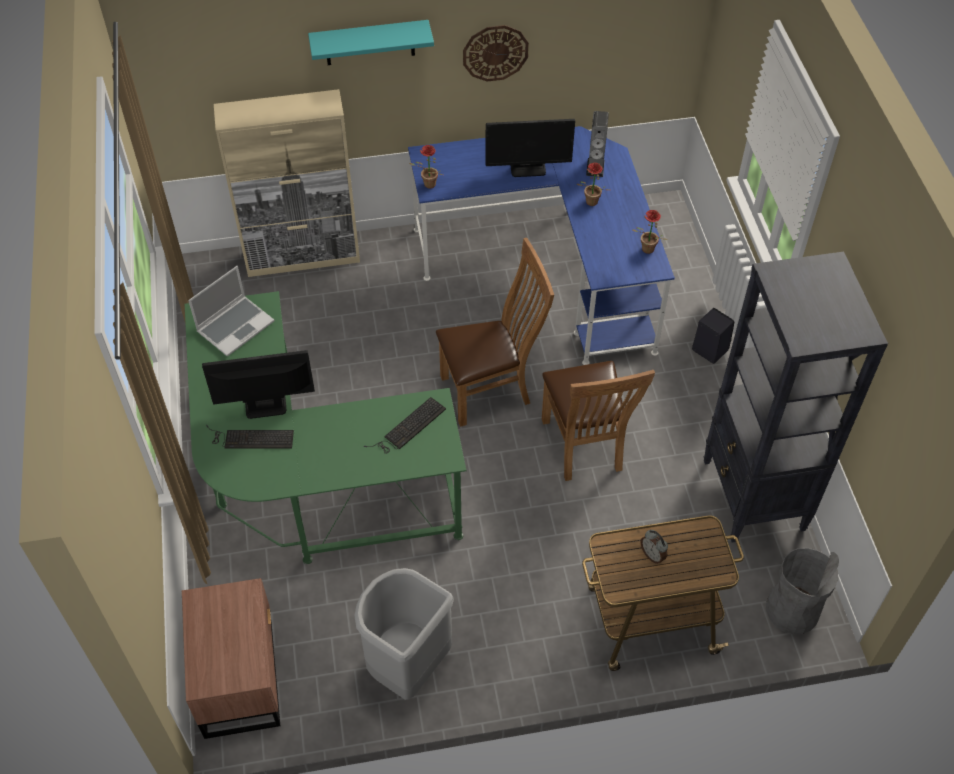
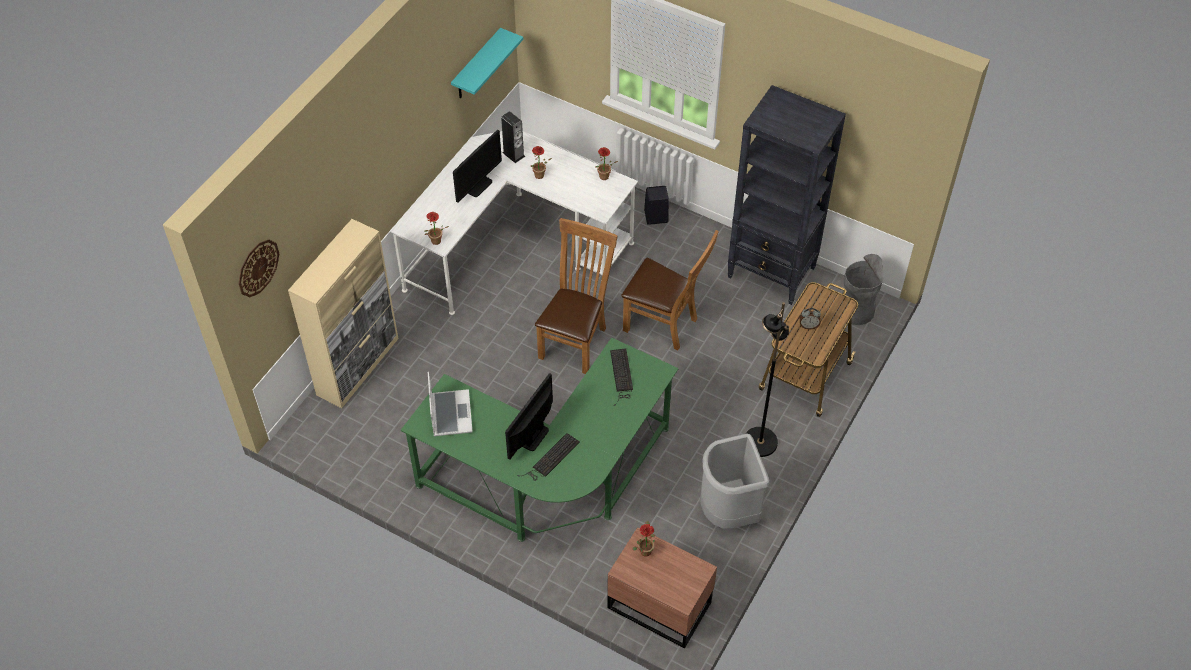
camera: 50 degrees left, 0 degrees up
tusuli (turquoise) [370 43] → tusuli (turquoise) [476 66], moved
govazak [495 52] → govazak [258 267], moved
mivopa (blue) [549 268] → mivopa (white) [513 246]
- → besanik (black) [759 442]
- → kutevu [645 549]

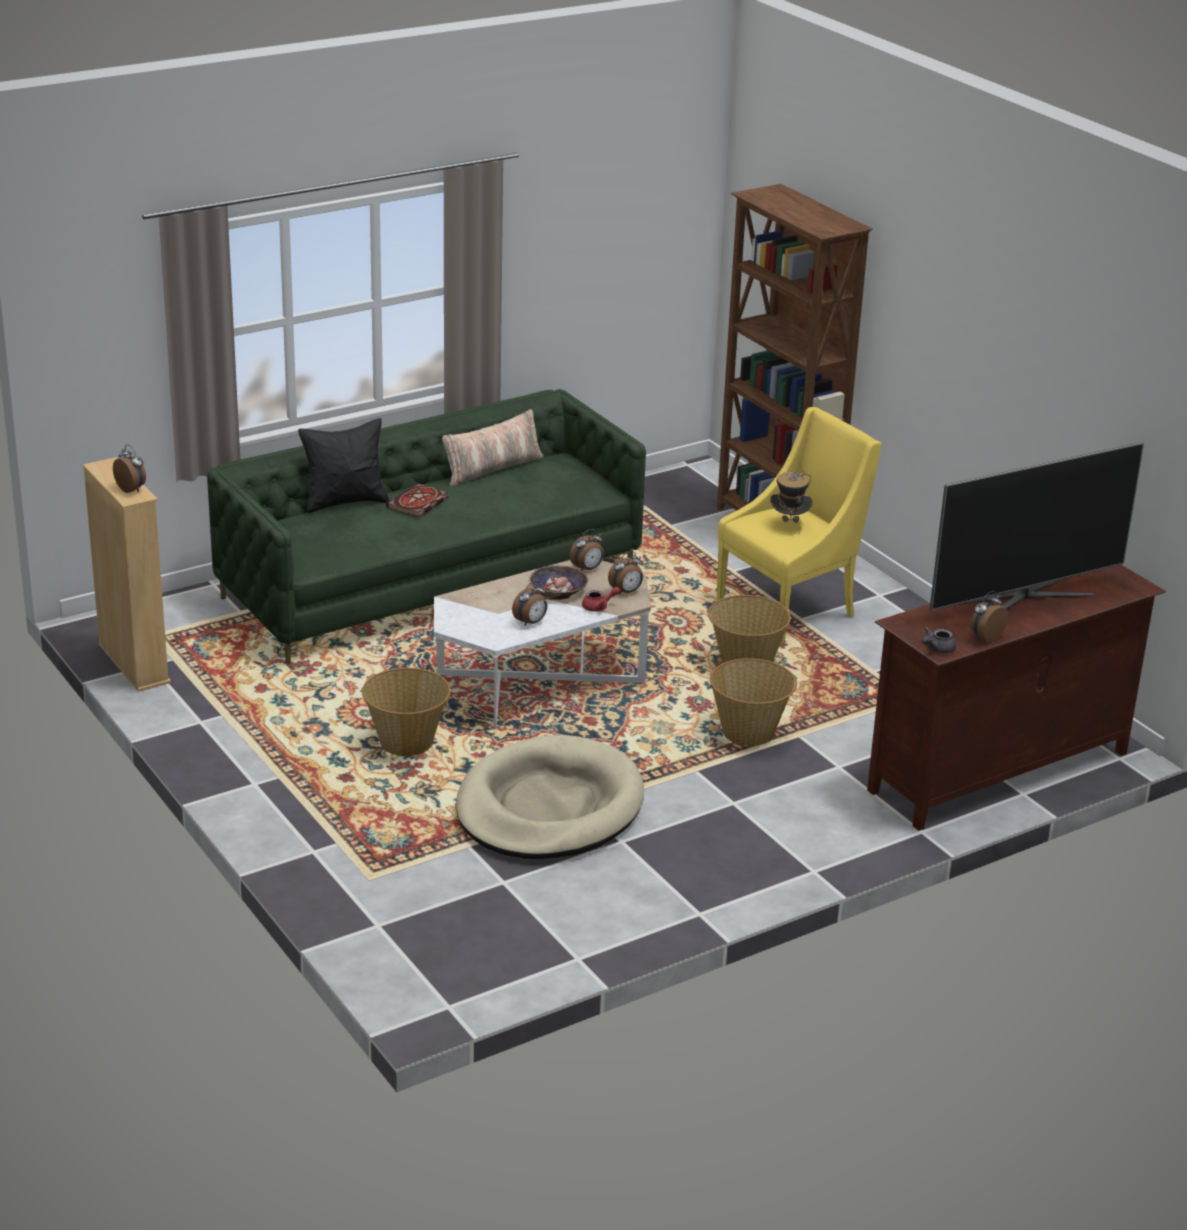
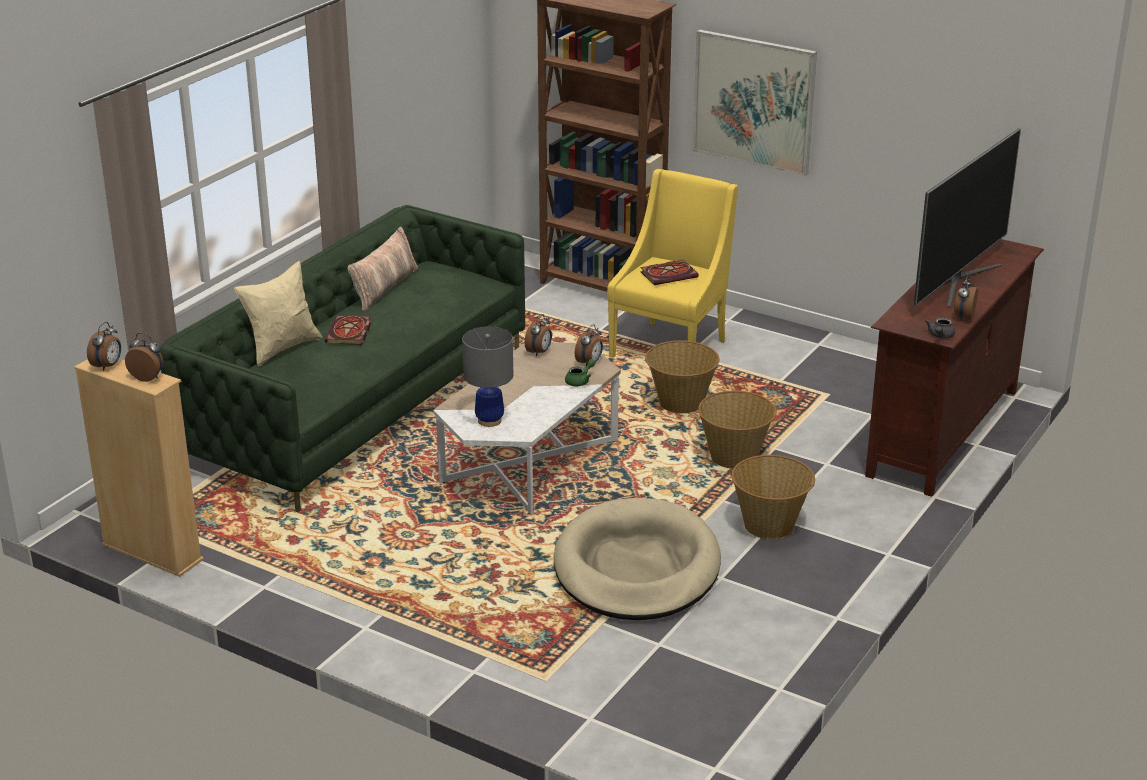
camera: 25 degrees left, 0 degrees up
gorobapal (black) [345 502] → gorobapal (beige) [282 348]
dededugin [789 525] → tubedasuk [669 274]
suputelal [558 590] → -
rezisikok [531 622] → rezisikok [108 366], moved
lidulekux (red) [599 607] → lidulekux (green) [580 381]
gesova [406 743] → gesova [770 525], moved
- → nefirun [754 101]
- → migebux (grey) [489 420]

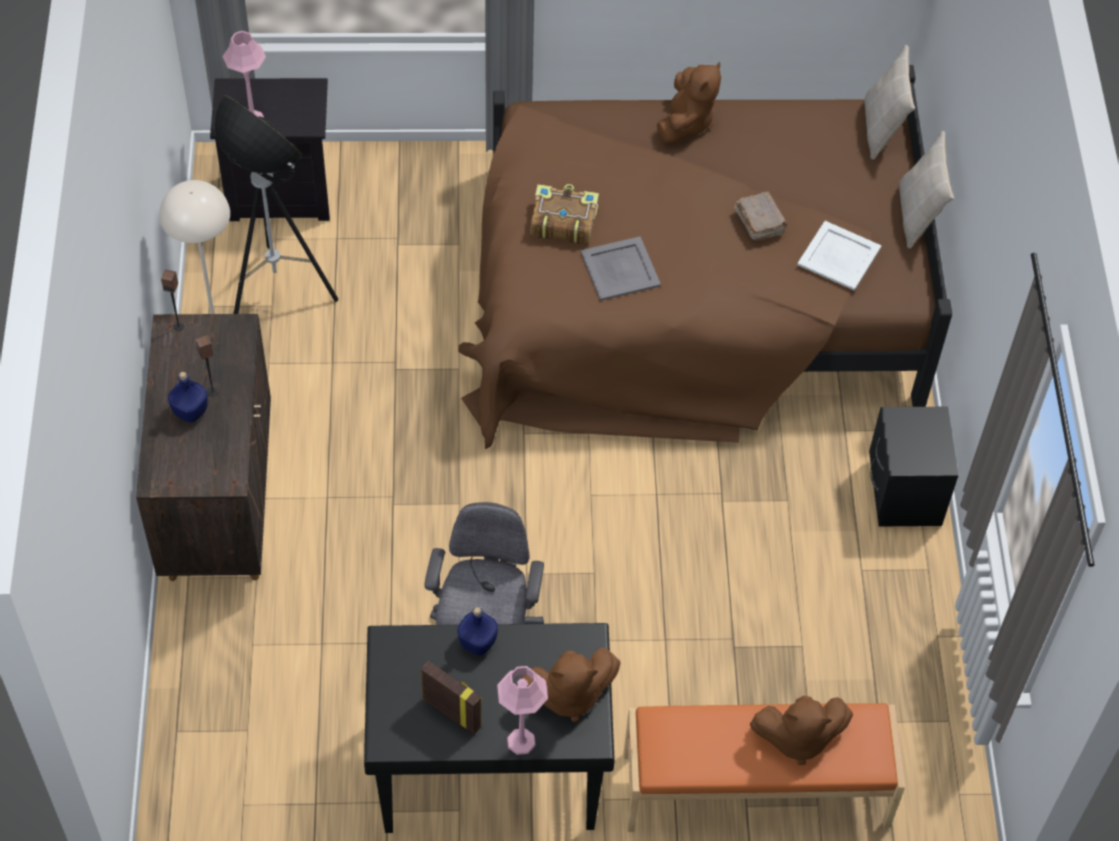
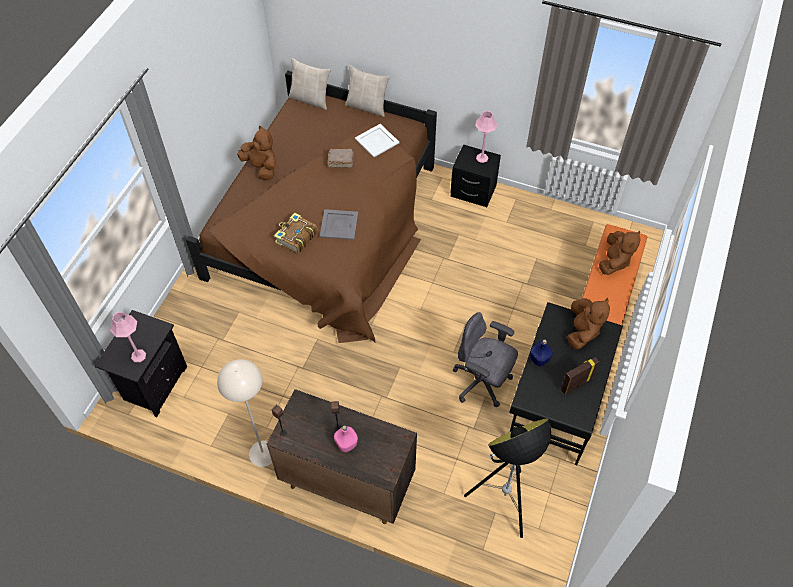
camera: 65 degrees left, 0 degrees up
besanik [276 293] → besanik [502 503], moved
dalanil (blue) [191 411] → dalanil (pink) [346 444]
migebux (pink) [521 741] → migebux (pink) [482 158], moved

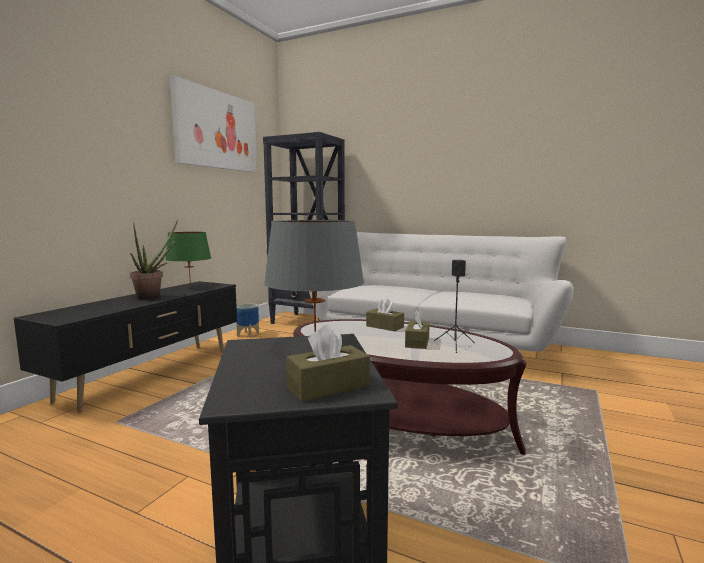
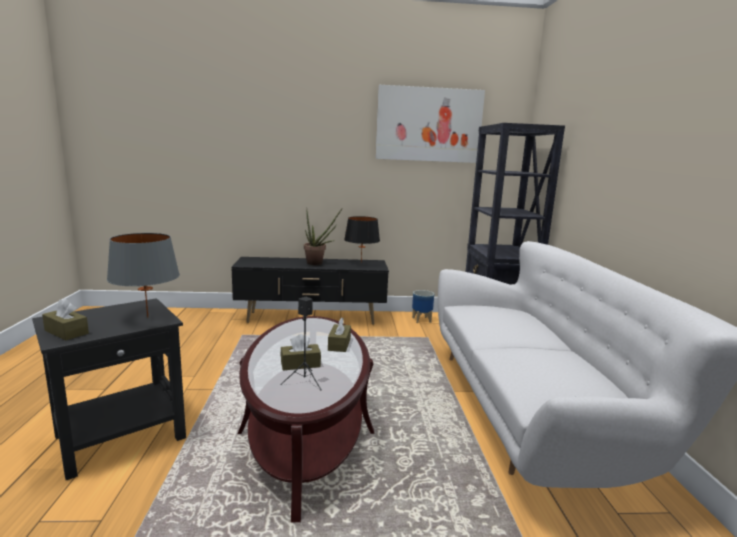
camera: 60 degrees right, 5 degrees up
migebux (green) [190 286] → migebux (black) [361 263]

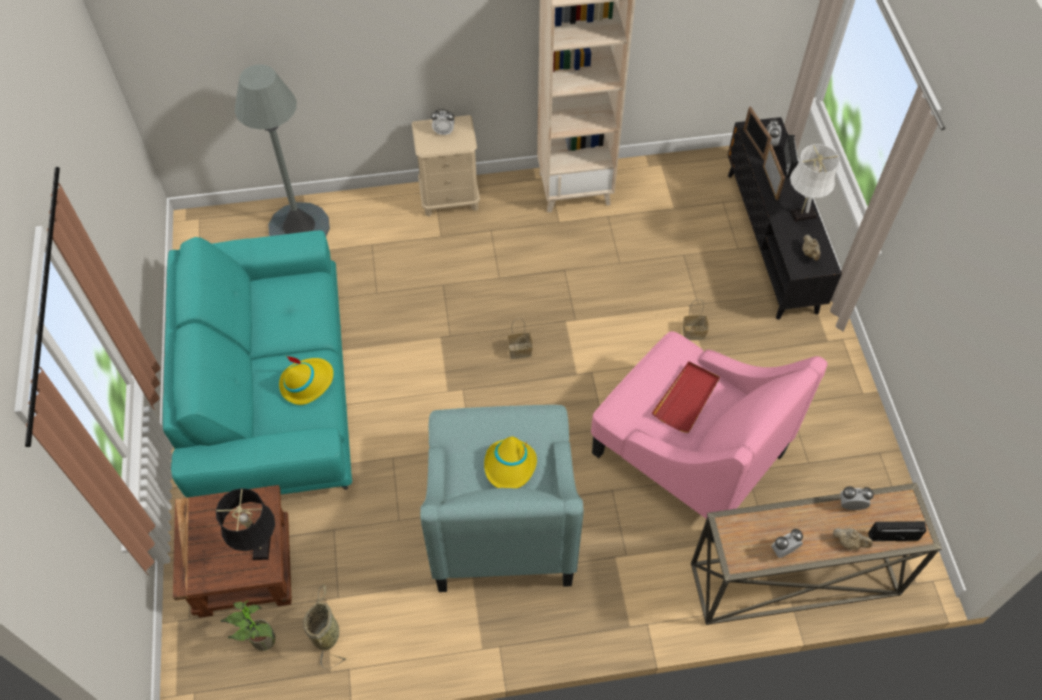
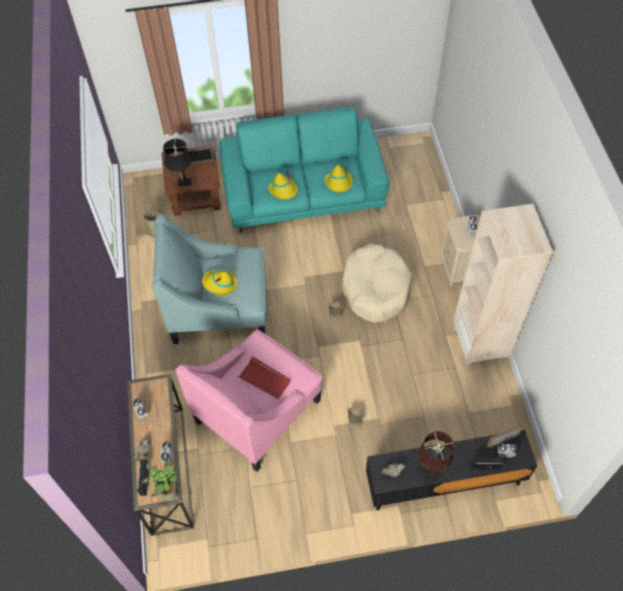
camera: 90 degrees right, 0 degrees up
besanik (grey) [299 227] → -
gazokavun [770 183] → gazokavun [200 162], moved
migebux (white) [801 215] → migebux (brown) [431 470]
kutevu [261 642] → kutevu [169 491], moved
- → dededugin (yellow) [339 183]
- → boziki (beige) [375 288]

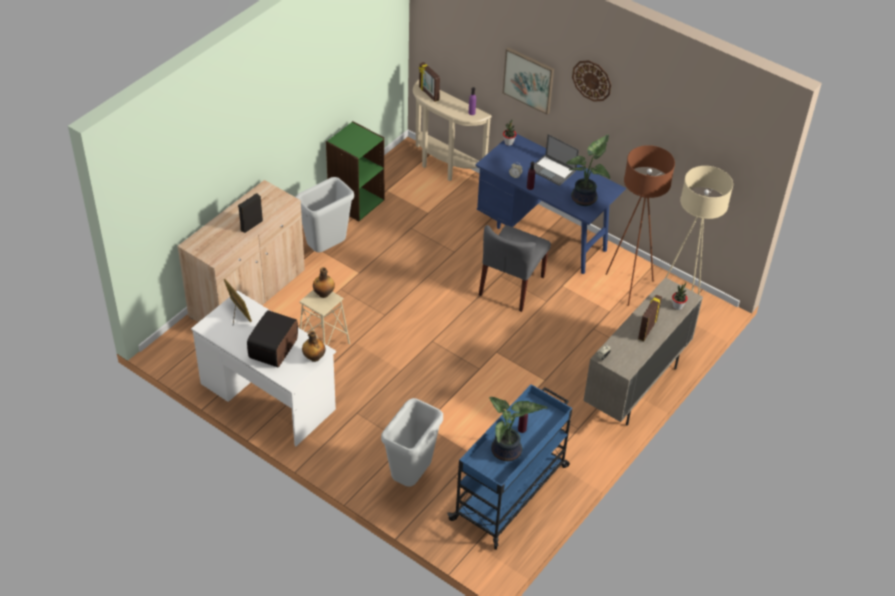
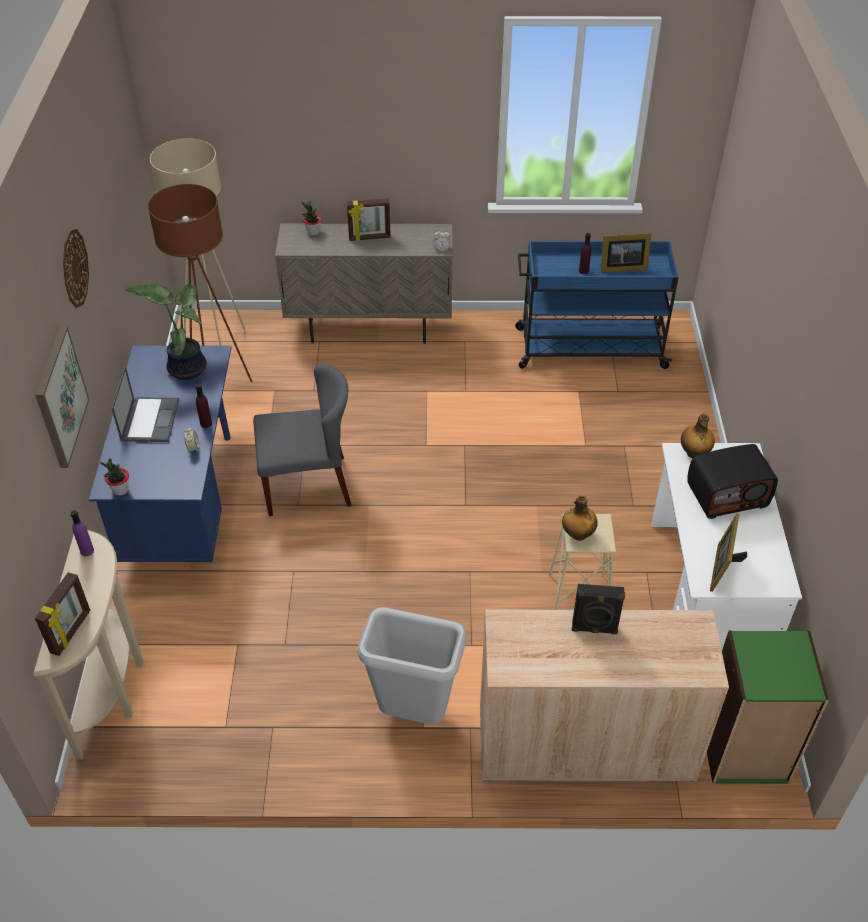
camera: 125 degrees left, 0 degrees up
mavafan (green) [356 202] → mavafan (green) [744 751], moved
kutevu [507 452] → gazokavun [621 267]
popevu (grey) [410 476] → -

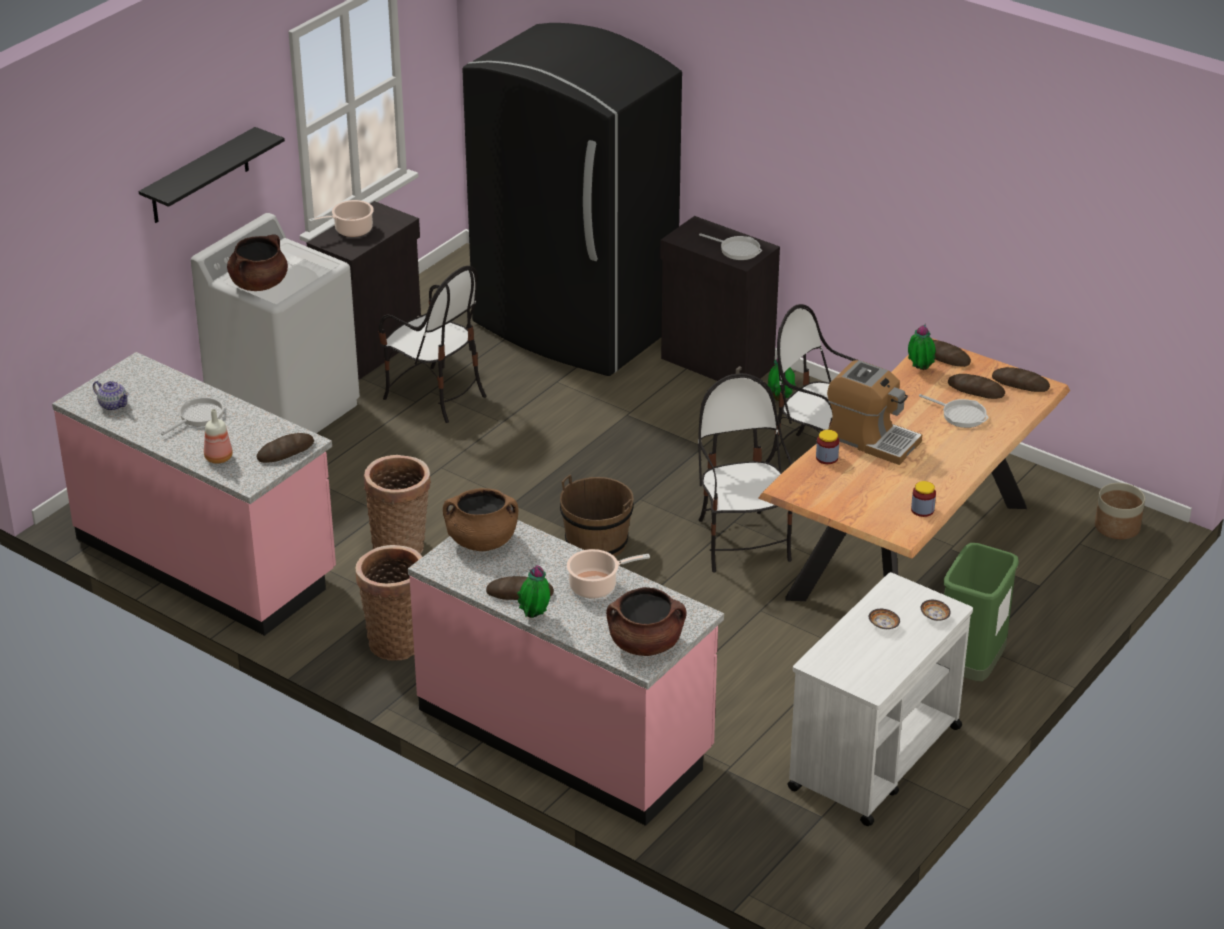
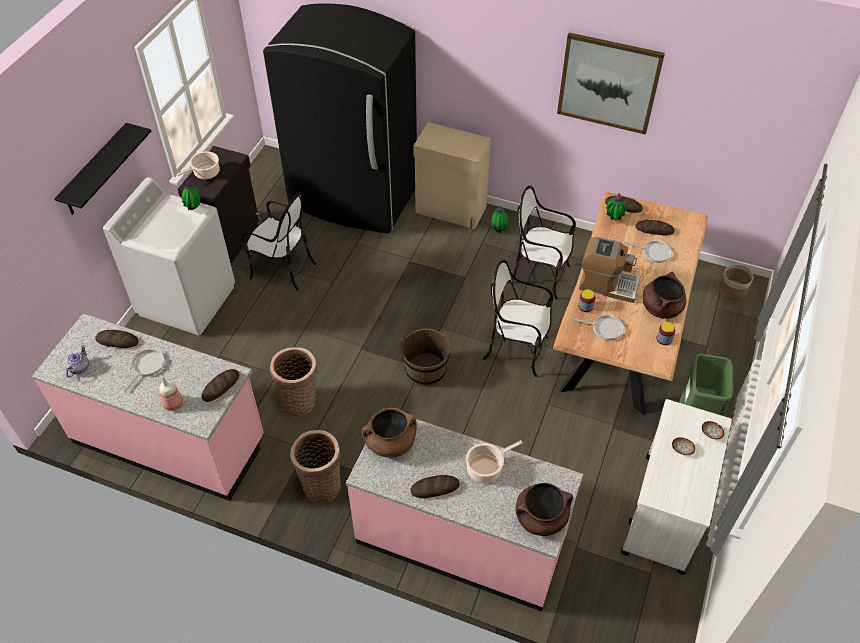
camera: 15 degrees left, 15 degrees up
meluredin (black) [717 364] → meluredin (beige) [451 210]
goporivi [737 250] → goporivi [605 328], moved
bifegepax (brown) [259 284] → bifegepax (brown) [661 308], moved
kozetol [1020 383] → kozetol [117 341], moved
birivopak [742 542] → birivopak [516 350], 45 degrees counterclockwise
lidulekux [113 405] → lidulekux [79 368], 90 degrees counterclockwise
kutevu [535 617] → kutevu [194 209], moved
- → nefirun [608 83]

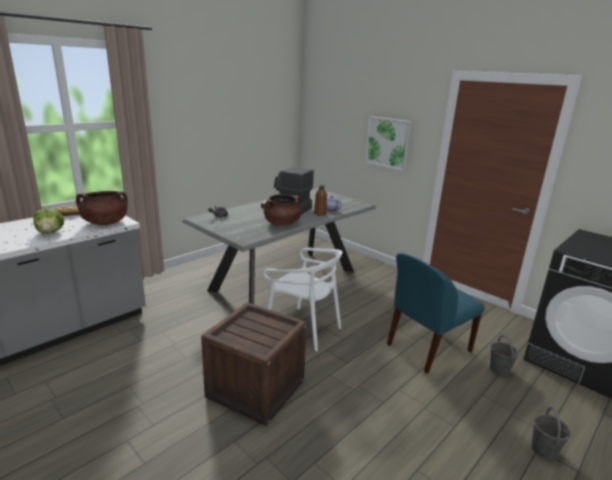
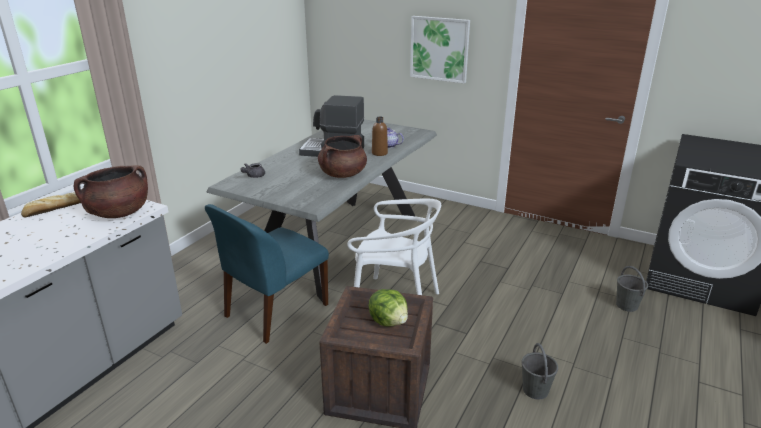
camera: 15 degrees left, 5 degrees up
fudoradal [50 232] → fudoradal [389 321], moved
birivopak (blue) [427 348] → birivopak (blue) [274 311], moved
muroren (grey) [544 450] → muroren (grey) [535 390], moved

